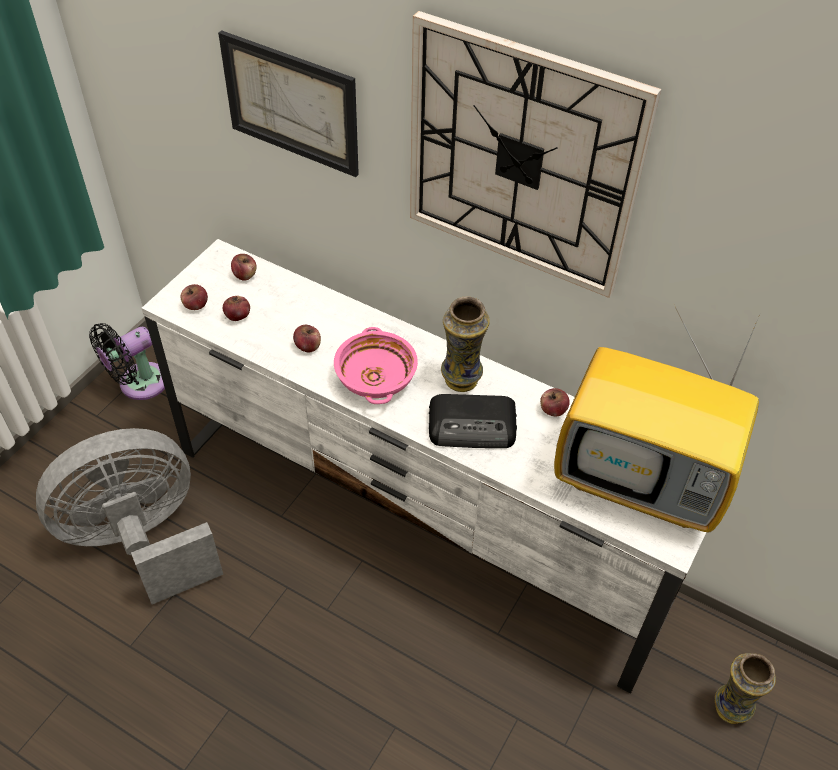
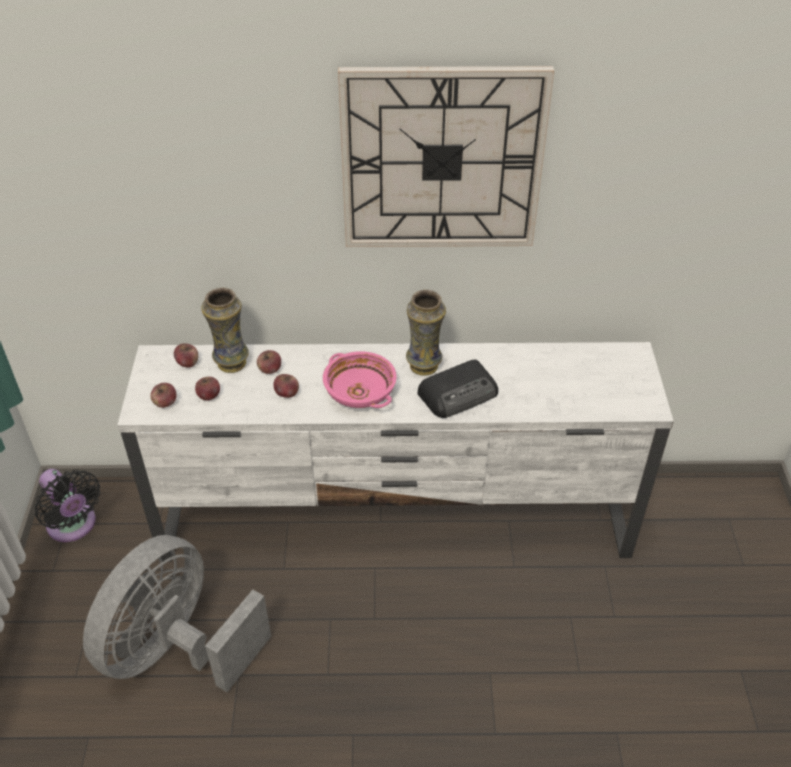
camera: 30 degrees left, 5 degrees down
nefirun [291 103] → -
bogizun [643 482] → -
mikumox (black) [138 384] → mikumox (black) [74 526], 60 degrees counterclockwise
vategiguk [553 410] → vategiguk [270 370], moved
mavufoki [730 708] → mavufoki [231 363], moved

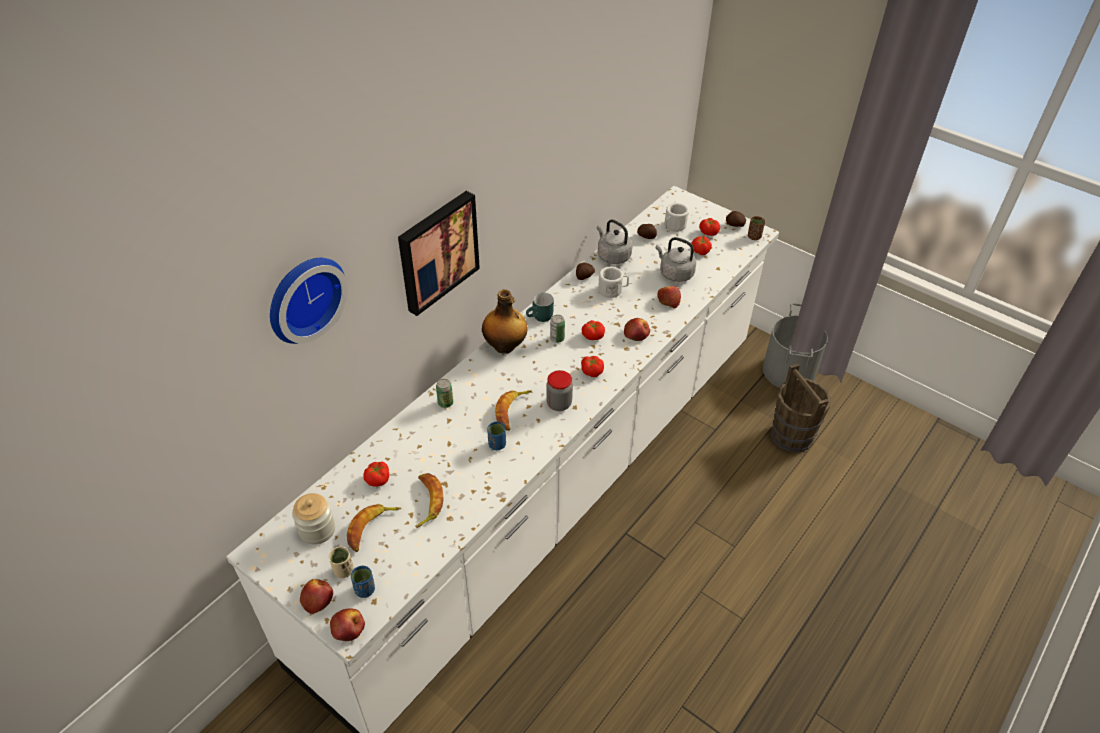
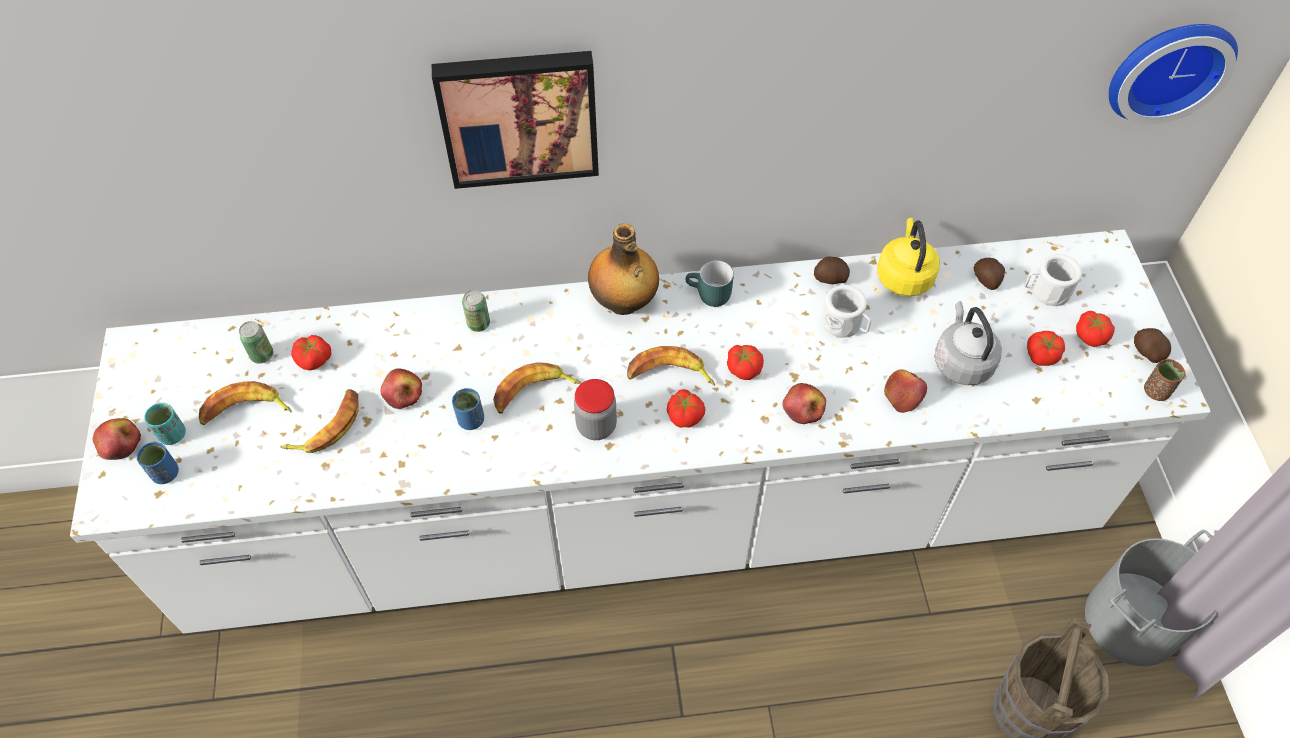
camera: 45 degrees right, 10 degrees up
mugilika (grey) [612 256] → mugilika (yellow) [904 276]
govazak [303 297] → govazak [1167 66], moved
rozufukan [557 338] → rozufukan [262 355], moved
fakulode [317 529] → -
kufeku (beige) [343 570] → kufeku (turquoise) [173 434]
vategiguk [348 628] → vategiguk [403 393], moved
- → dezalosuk [669 374]

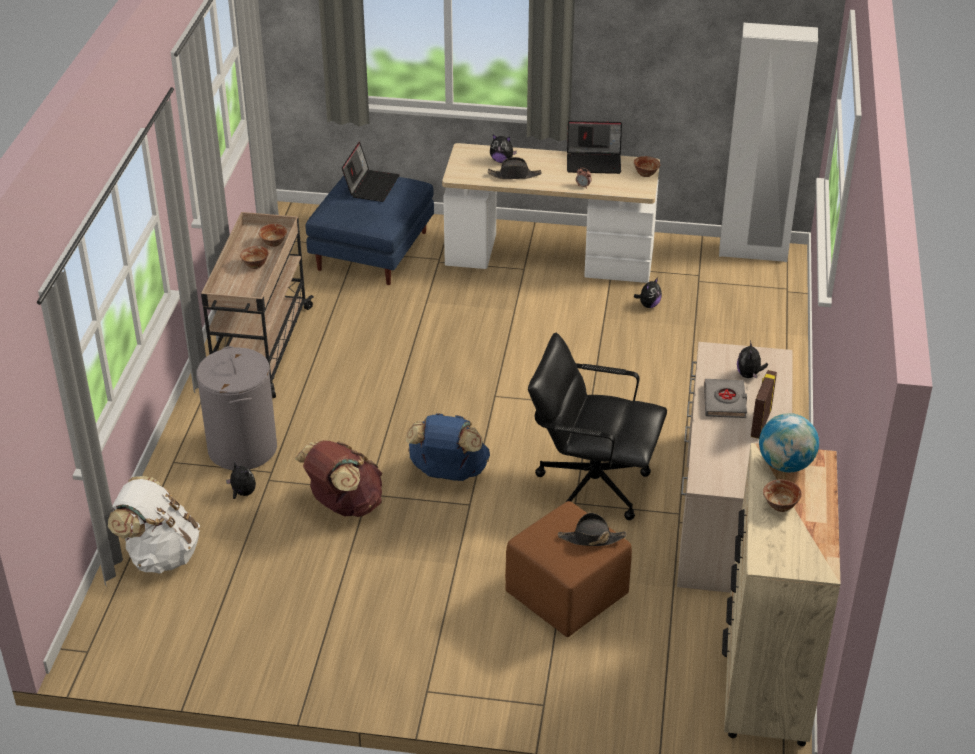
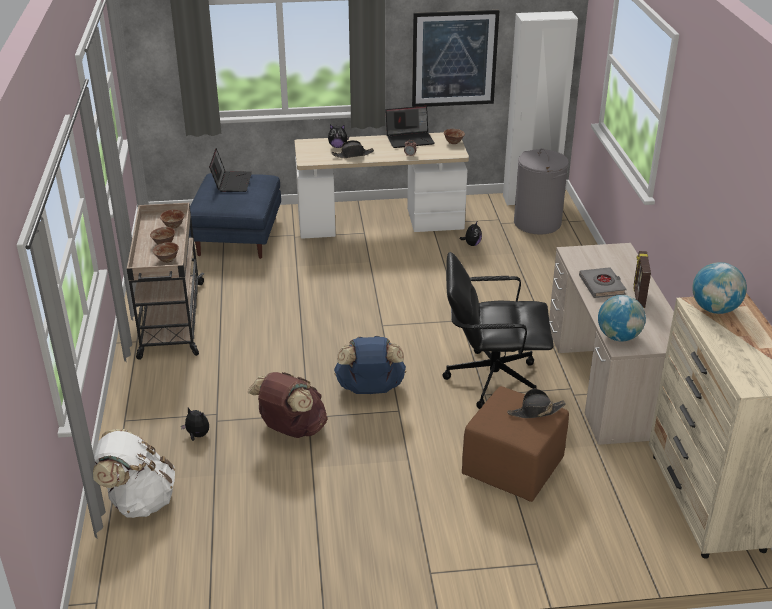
camera: 15 degrees left, 5 degrees down
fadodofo [749 375] → -
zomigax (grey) [243 448] → zomigax (grey) [537 223], moved
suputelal [780 506] → suputelal [167 260], moved
- → nefirun [454 58]
- → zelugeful [618 337]

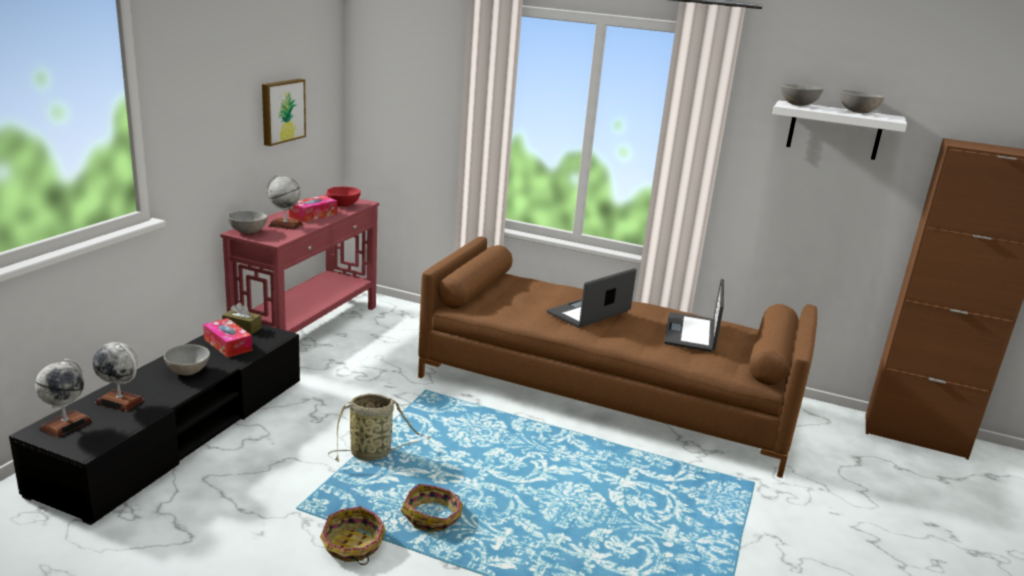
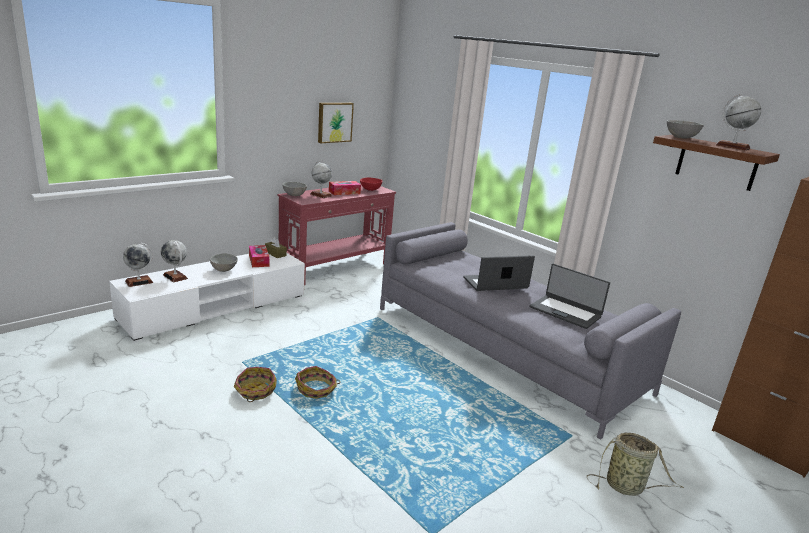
camera: 25 degrees right, 0 degrees up
suputelal (grey) [857 112] → zelugeful [732 147]
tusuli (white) [834 130] → tusuli (brown) [717 163]
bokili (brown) [605 393] → bokili (grey) [504 348]
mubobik [692 333] → mubobik [565 312], 90 degrees counterclockwise
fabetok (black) [179 433] → fabetok (white) [215 307]
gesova [373 453] → gesova [626 487], moved

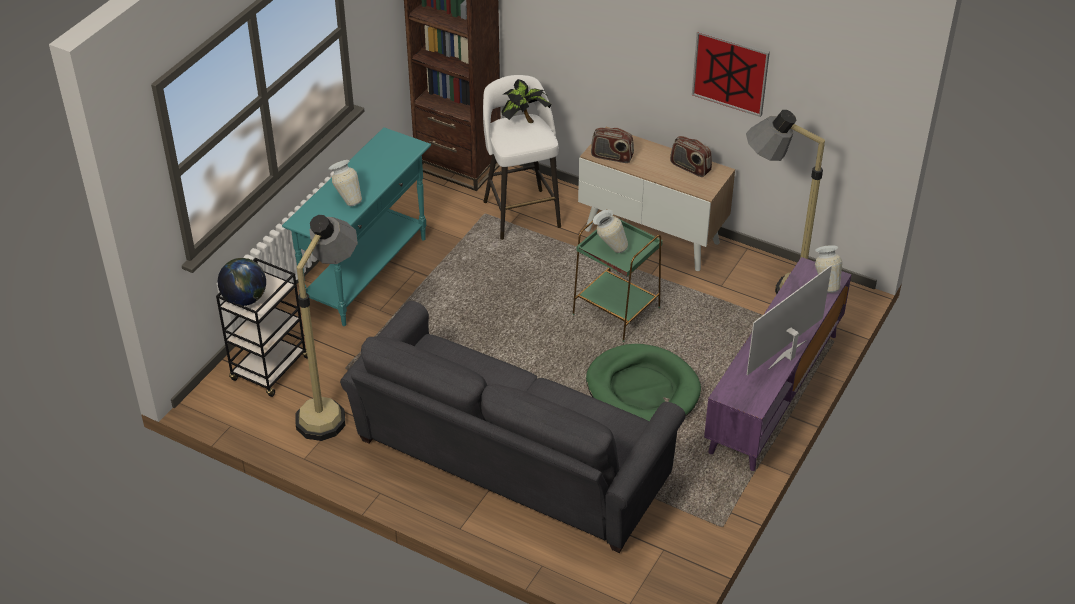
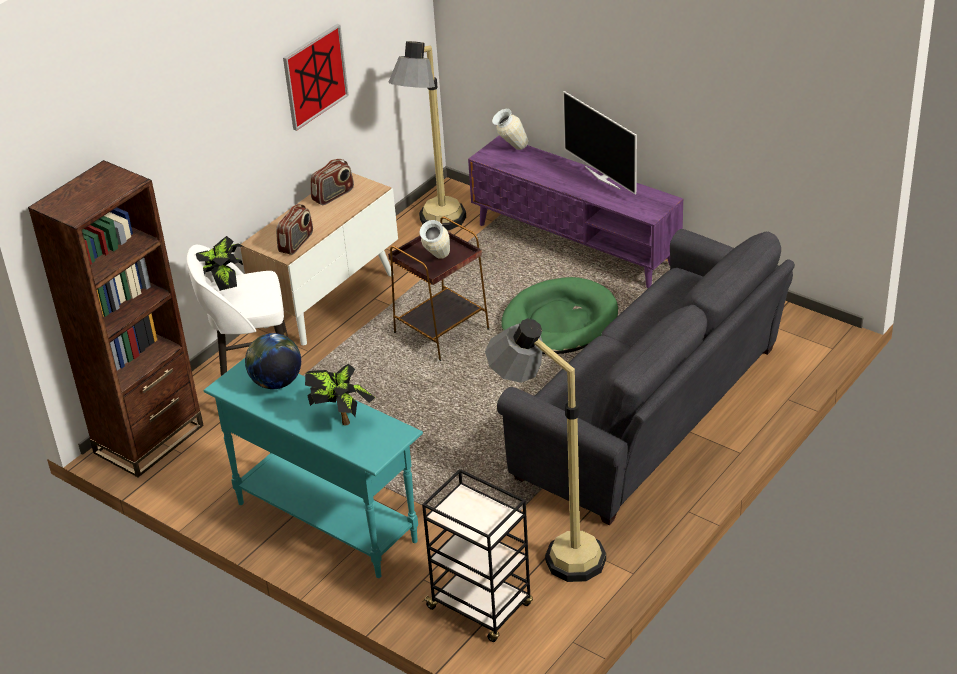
camera: 80 degrees left, 5 degrees down
mavufoki [347 199] → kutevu [342 417]
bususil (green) [616 312] → bususil (brown) [442 331]
zelugeful [245 299] → zelugeful [276 383], moved

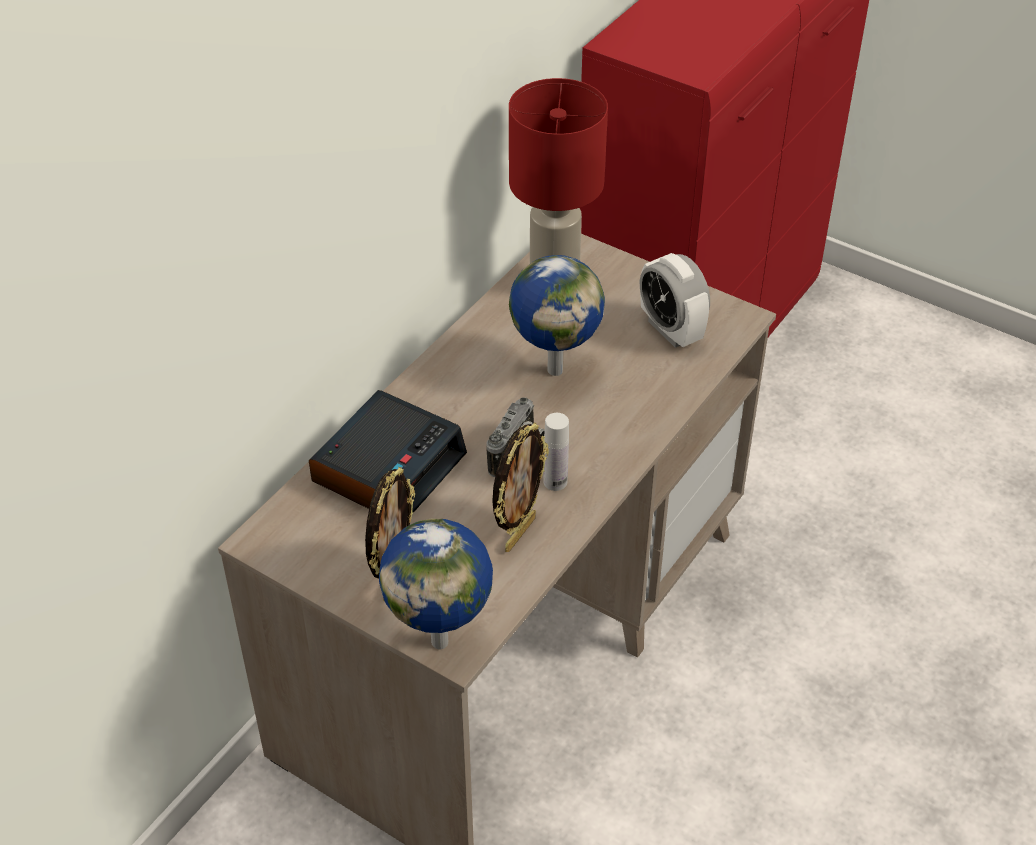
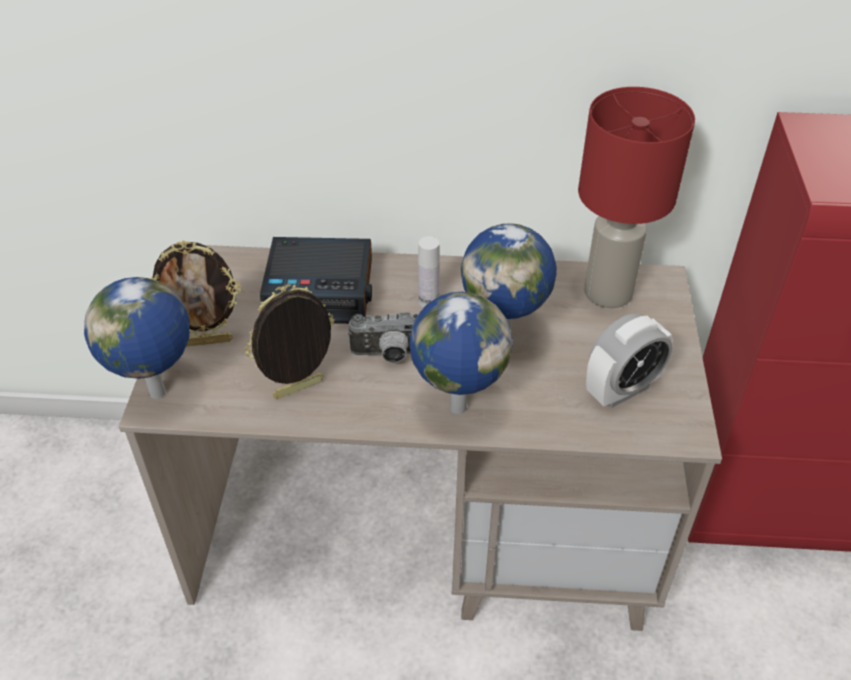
camera: 60 degrees right, 0 degrees up
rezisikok [671 330] → rezisikok [622 390], 150 degrees counterclockwise
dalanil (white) [555 482] → dalanil (white) [428 301], moved
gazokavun [518 533] → gazokavun [299 391], 150 degrees clockwise
- → zelugeful [456 407]

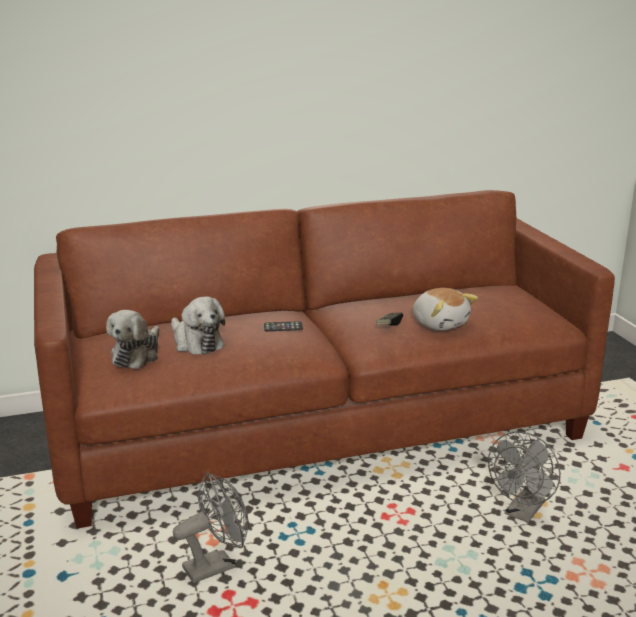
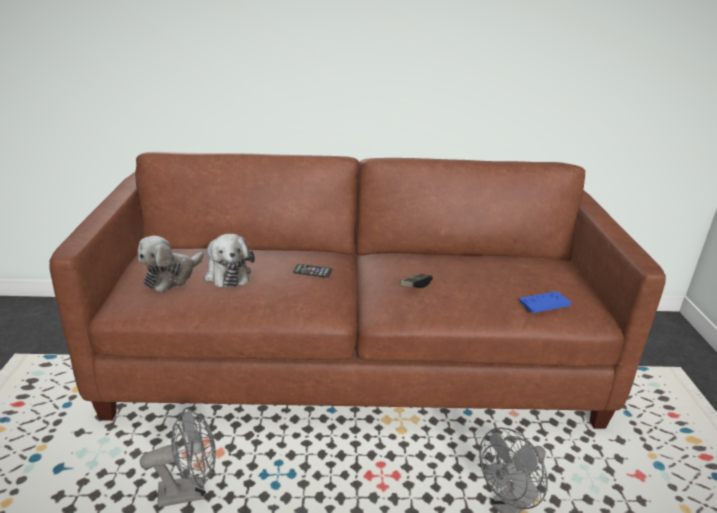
camera: 15 degrees right, 5 degrees up
fadodofo [440 323] → -
- → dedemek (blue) [544 303]

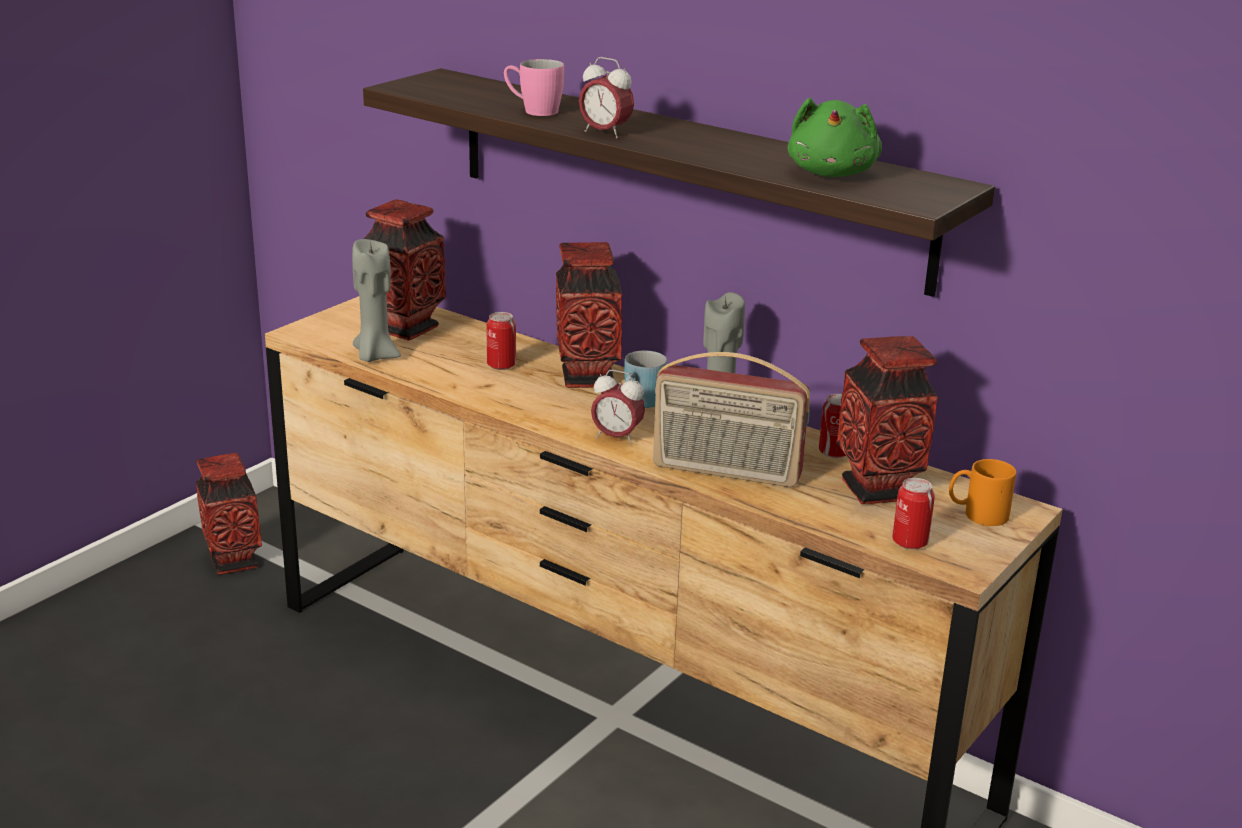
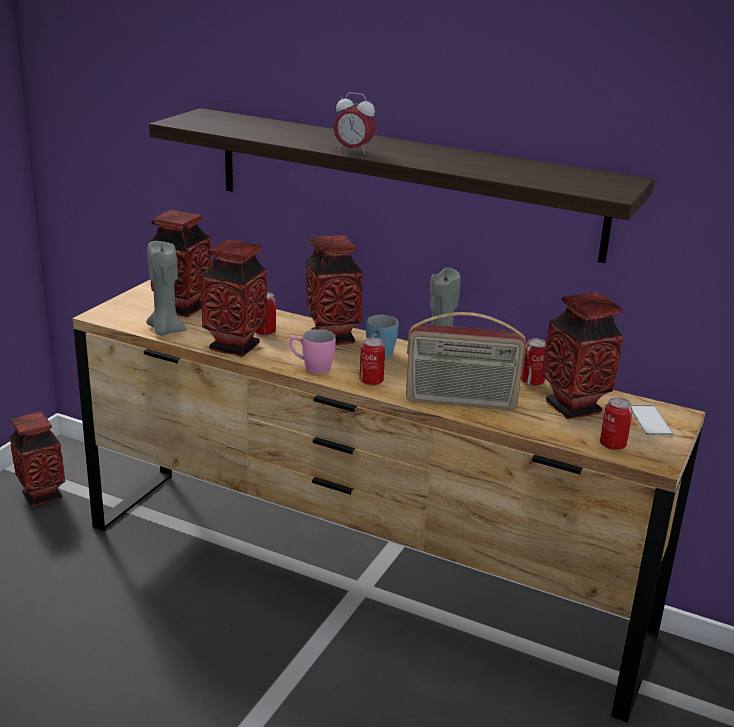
camera: 10 degrees left, 0 degrees up
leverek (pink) [533 111] → leverek (pink) [311 368], moved
fadodofo (green) [832 173] → -
rezisikok [616 437] → rozufukan [371 381]
leverek (orange) [977 514] → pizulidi [650 420]
- → mavufoki [235 346]

